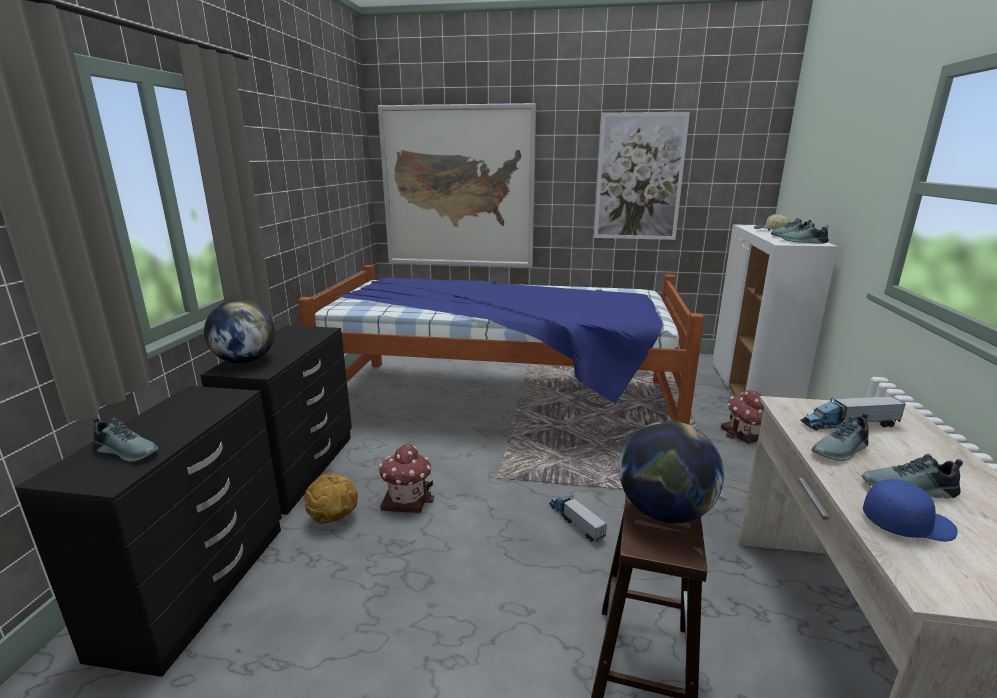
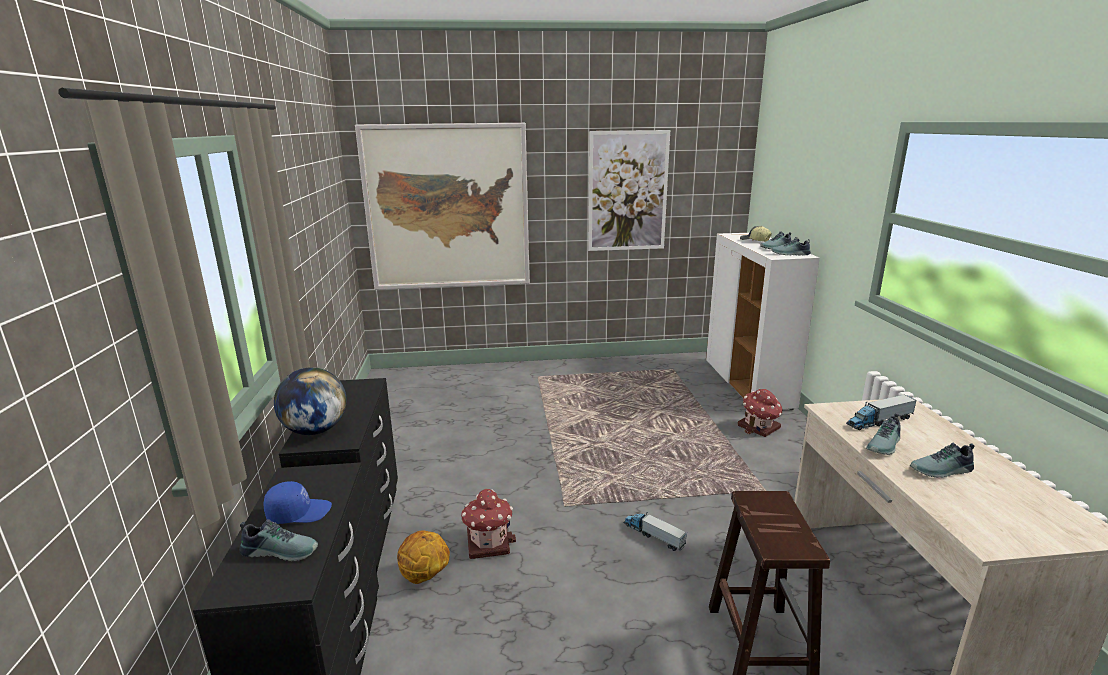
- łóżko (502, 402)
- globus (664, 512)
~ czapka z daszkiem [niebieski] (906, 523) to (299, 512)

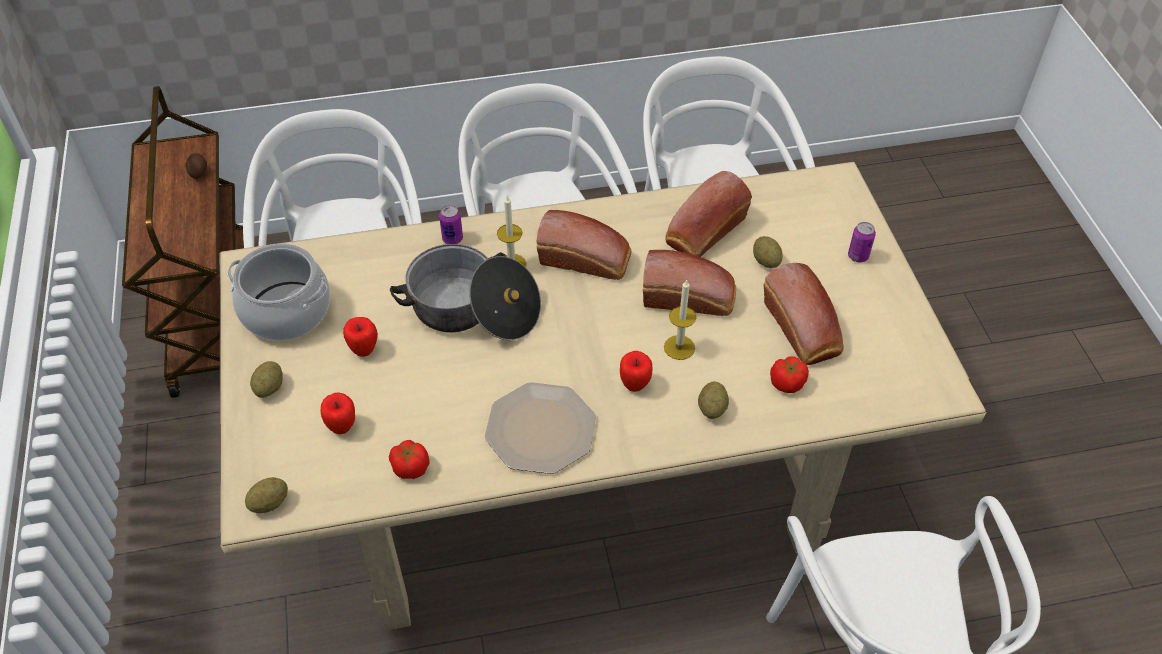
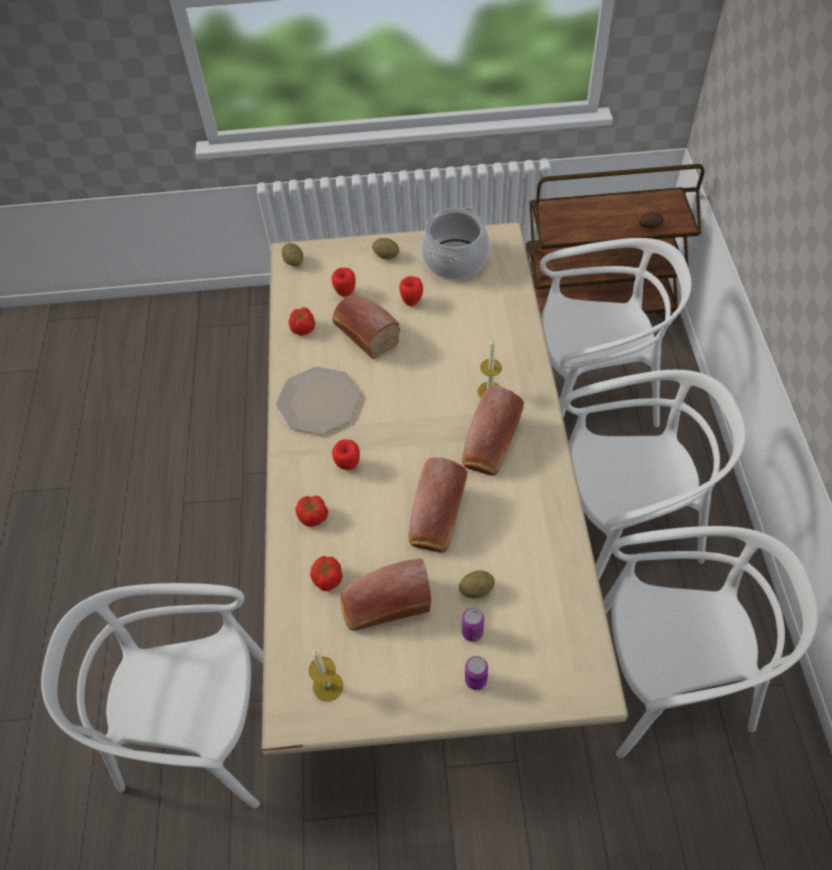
- garnek (472, 310)
~ puszka (452, 239) to (472, 632)
~ świeca (679, 347) to (328, 686)
~ chleb (704, 232) to (364, 332)
~ ziemniak (712, 408) to pomidor (313, 516)

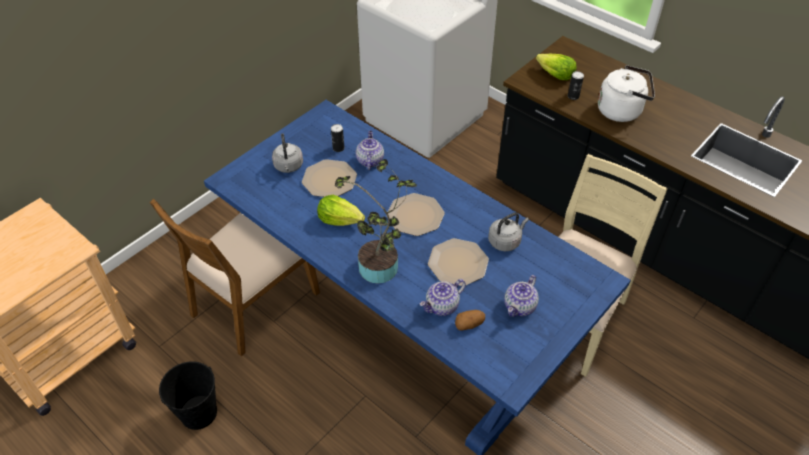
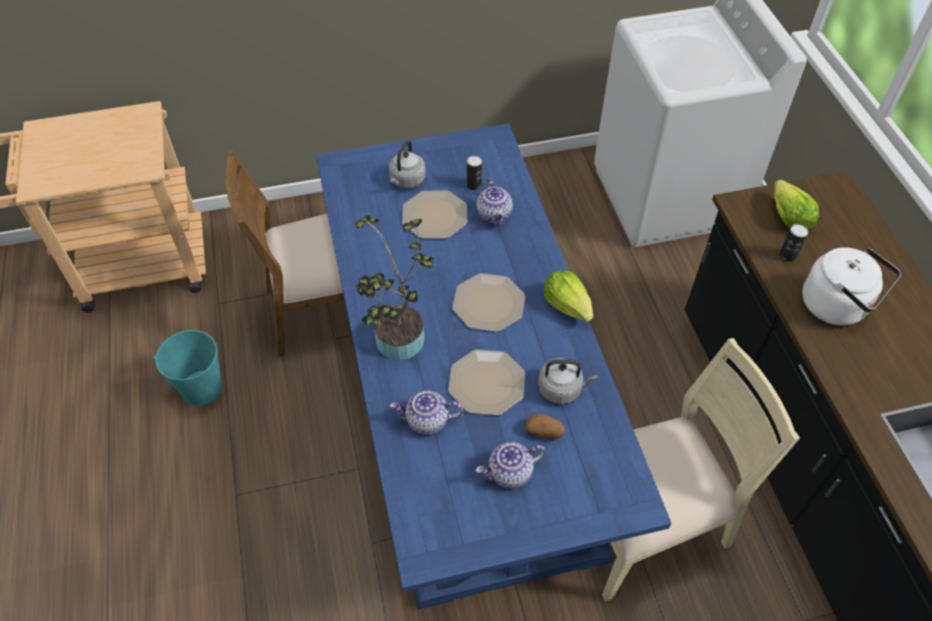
~ sałata (340, 220) to (568, 305)
~ ziemniak (469, 324) to (544, 432)
~ wiadro [czarny] (198, 413) to wiadro [turkusowy] (202, 388)
~ imbryk (369, 160) = (494, 215) 135 degrees clockwise

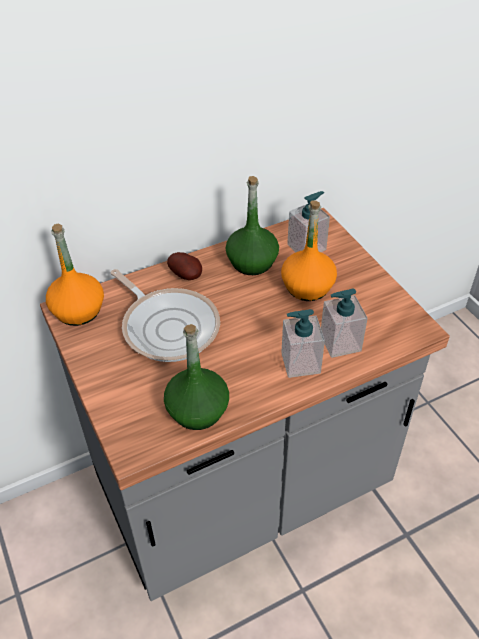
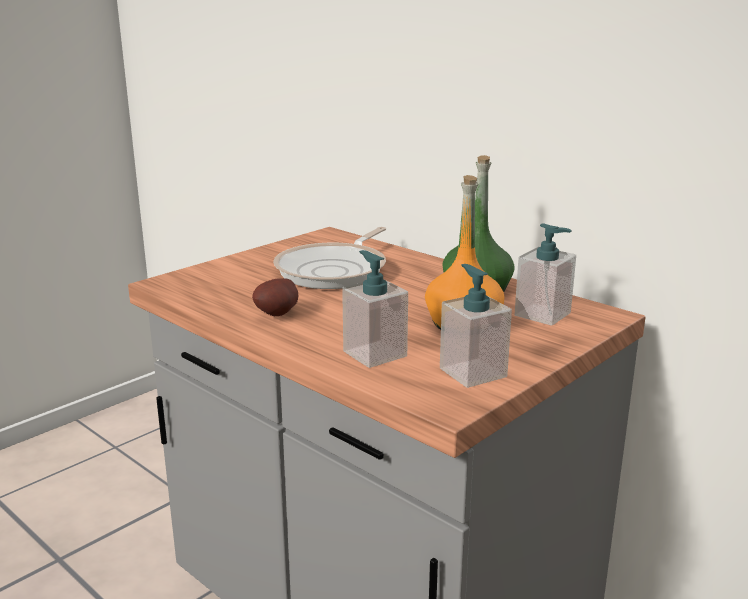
- butelka [pomarańczowy] (78, 311)
- butelka [zielony] (197, 410)
~ ziemniak (187, 276) to (279, 314)
~ dozownik mydła (300, 363) to (472, 372)

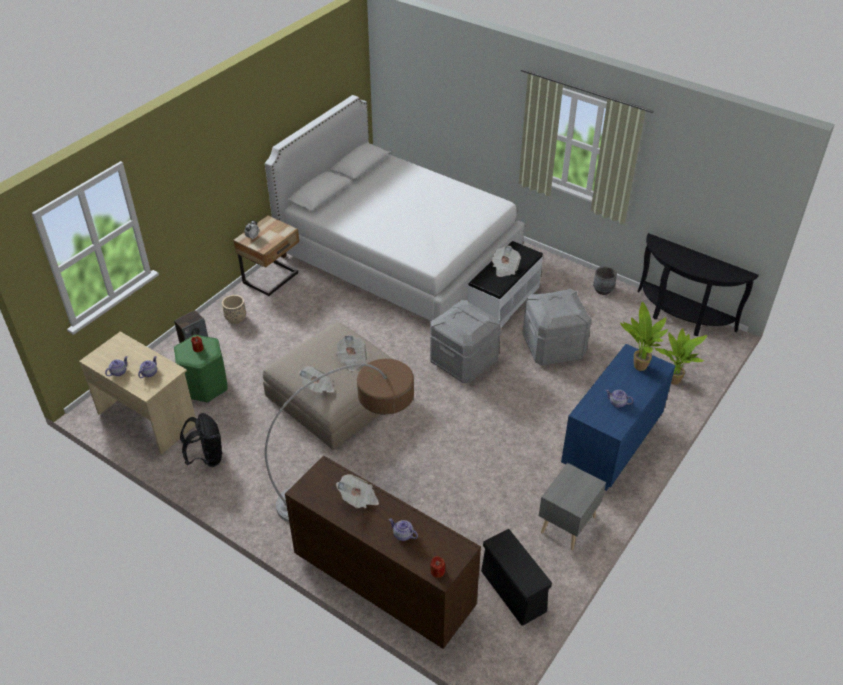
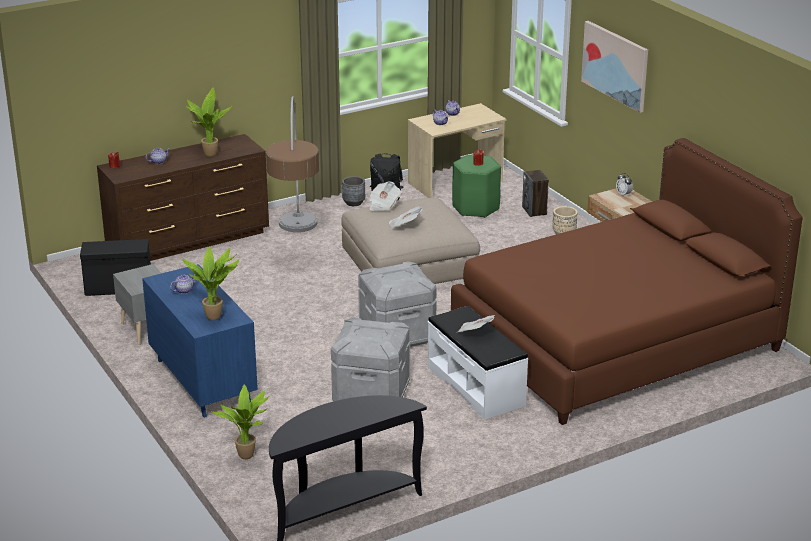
+ obraz (615, 65)
~ donica [szary] (603, 290) to (353, 203)
~ gazeta (358, 499) to roślina doniczkowa (208, 154)
~ łóżko [biały] (399, 256) to łóżko [brązowy] (615, 341)

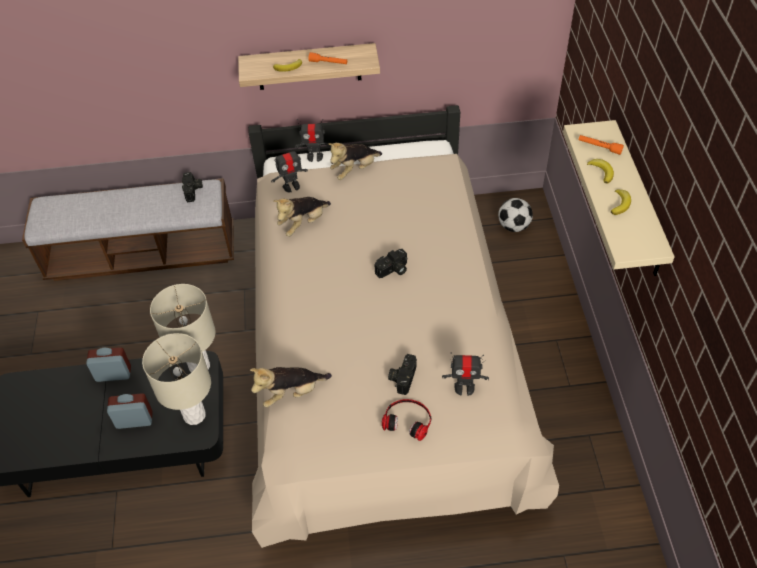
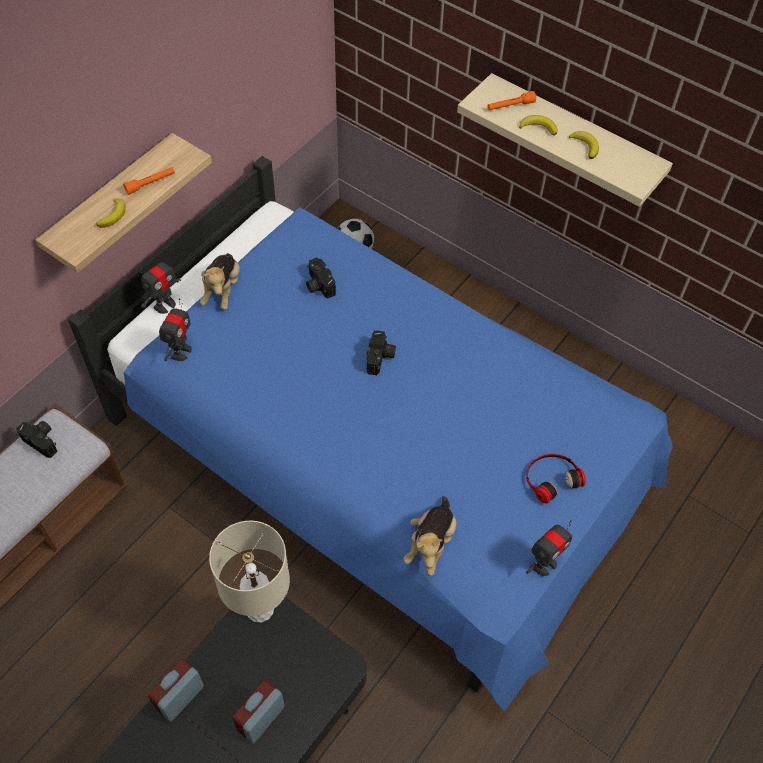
- lampa stołowa [beżowy] (194, 415)
- pluszak (303, 223)
~ aparat fotograficzny (402, 377) to (318, 285)
~ robot zabawkowy (464, 388) to (544, 564)
~ łóżko [beżowy] (381, 358) to łóżko [niebieski] (378, 462)

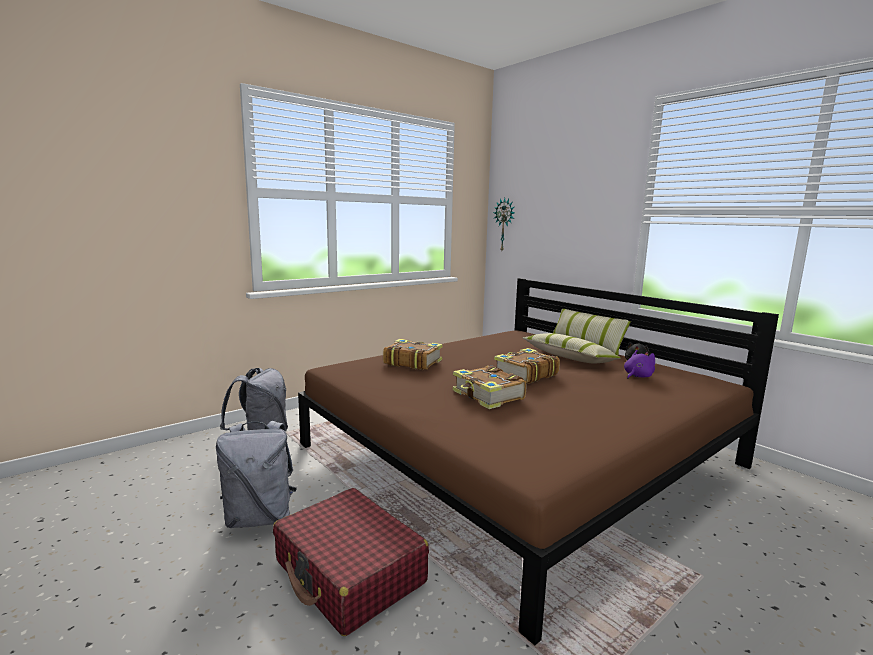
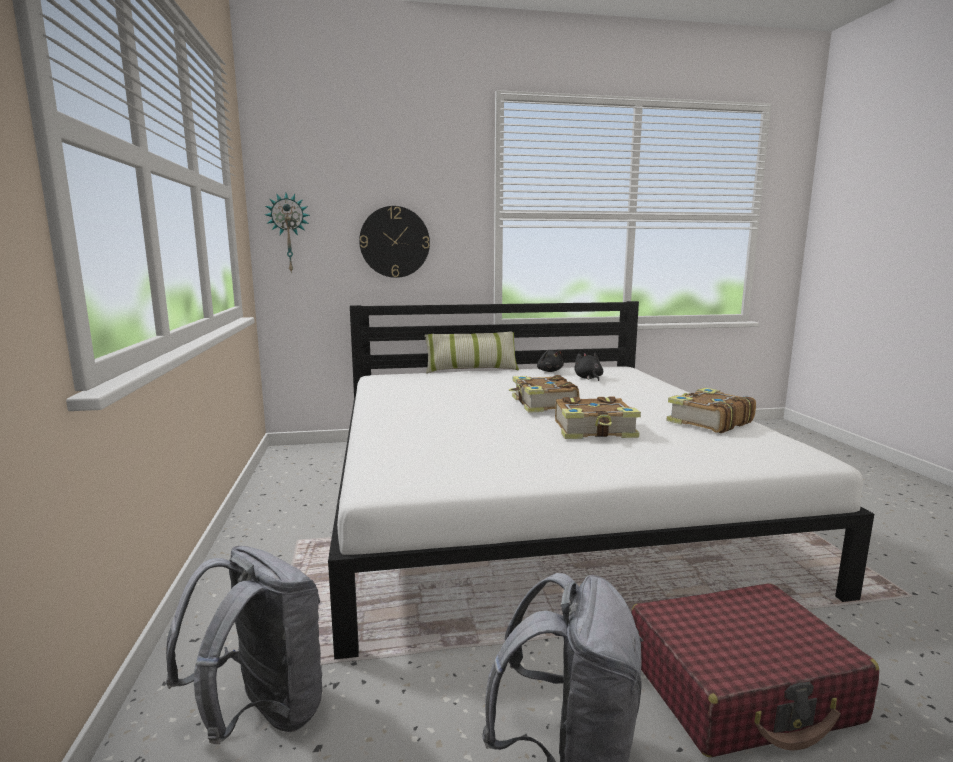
- poduszka (569, 358)
+ zegar ścienny (394, 242)
~ książka (412, 362) to (708, 422)
~ łóżko [brązowy] (520, 455) to łóżko [biały] (538, 503)
~ pluszak [fioletowy] (637, 376) to pluszak [czarny] (588, 378)

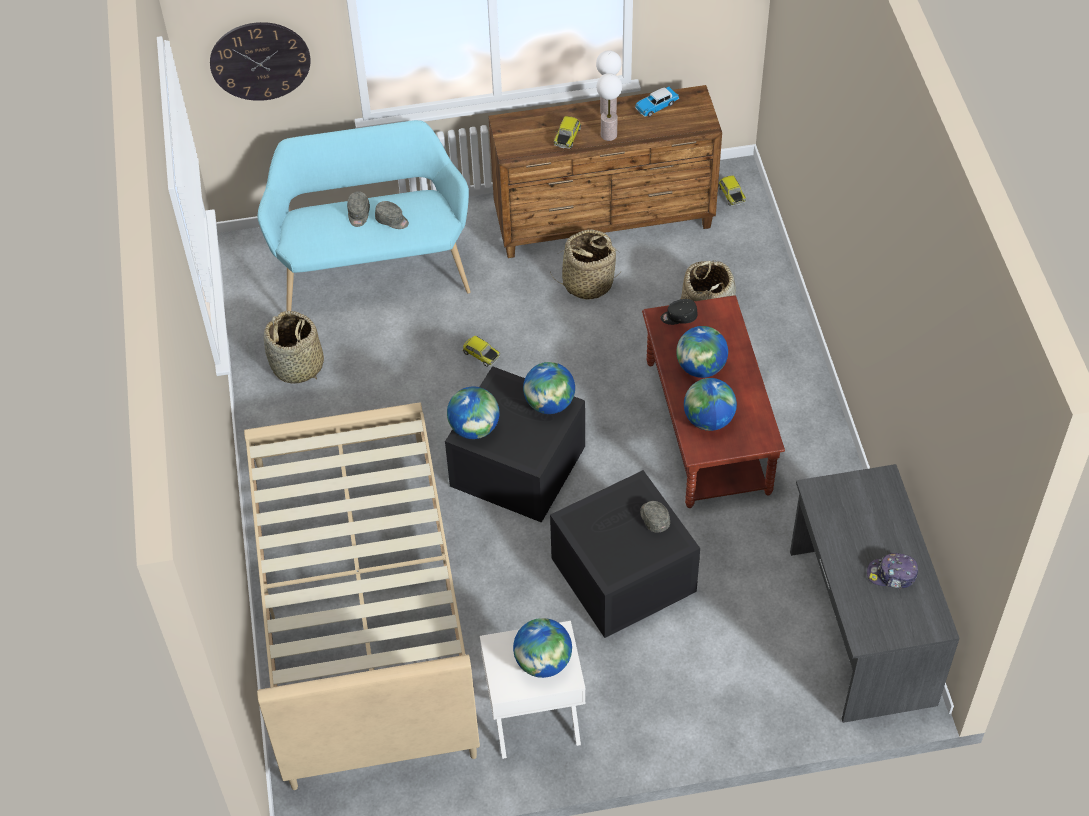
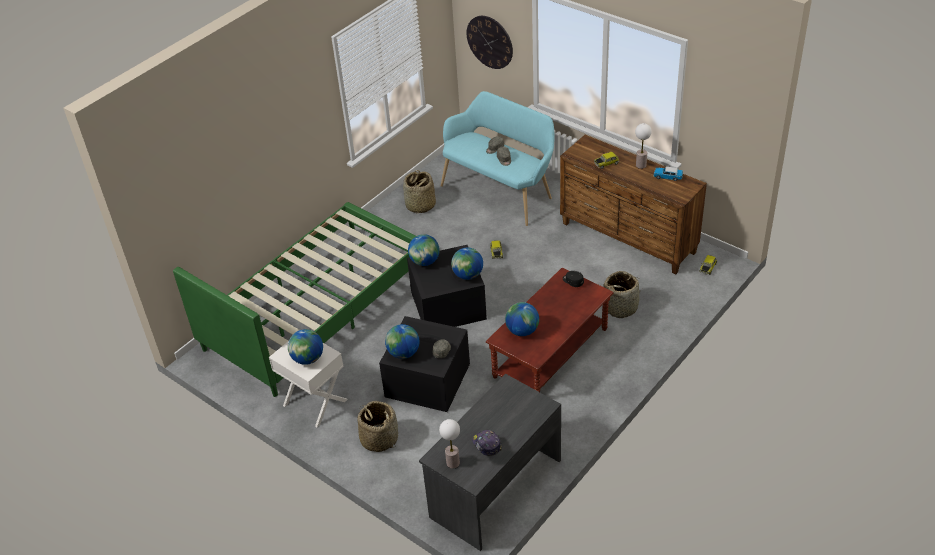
~ koszyk (587, 282) to (379, 438)
~ lampa stołowa (608, 135) to (452, 463)
~ globus (701, 368) to (403, 353)
~ łóżko [beżowy] (361, 606) to łóżko [zielony] (316, 308)

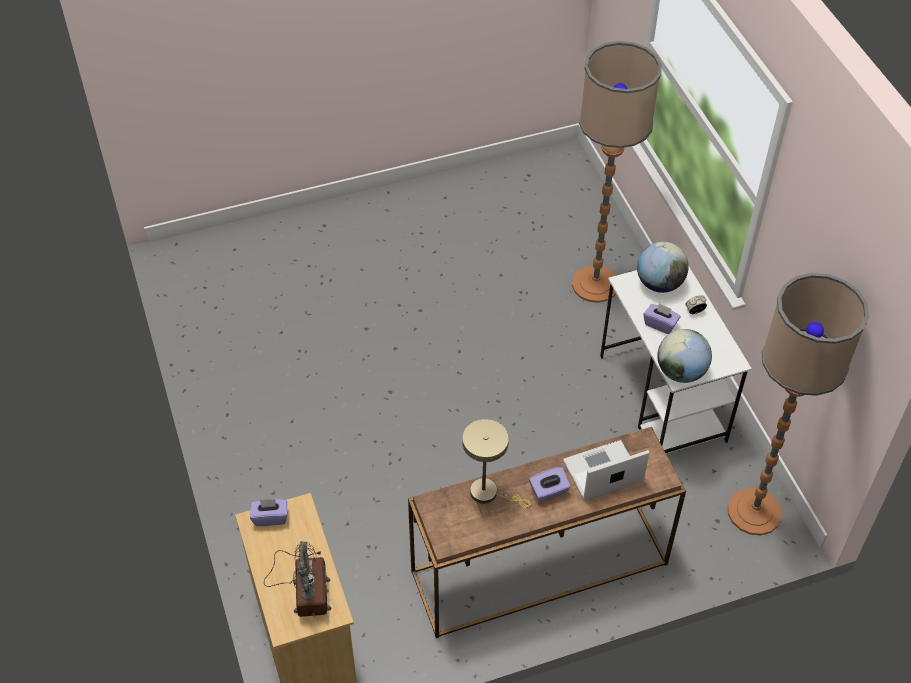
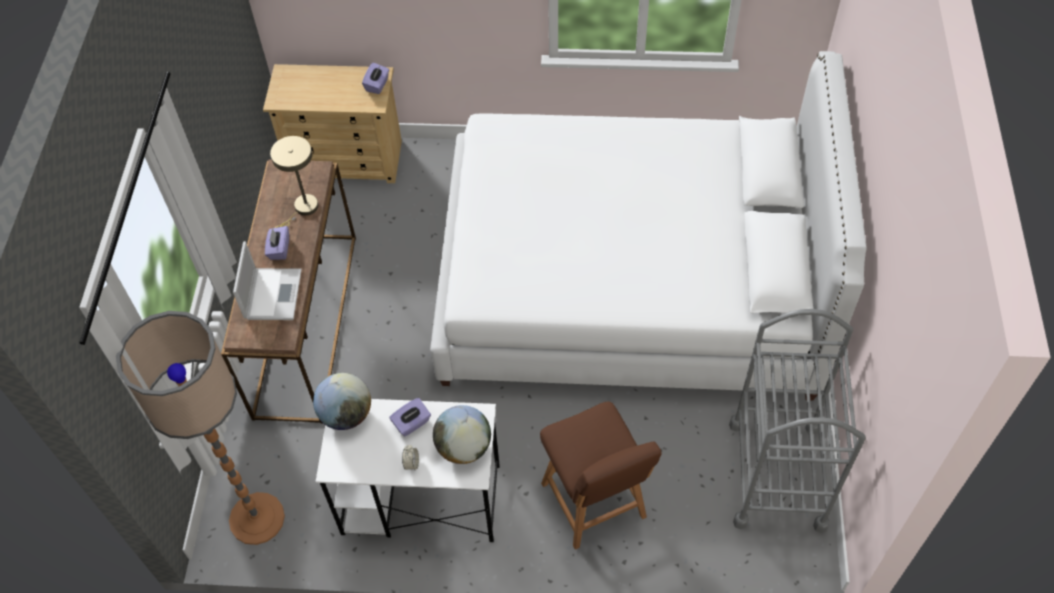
- lampa stołowa (306, 589)
+ łóżko [biały] (628, 283)
+ wózek [szary] (777, 474)
~ lampa stojąca (595, 284) to krzesło [brązowy] (595, 503)

